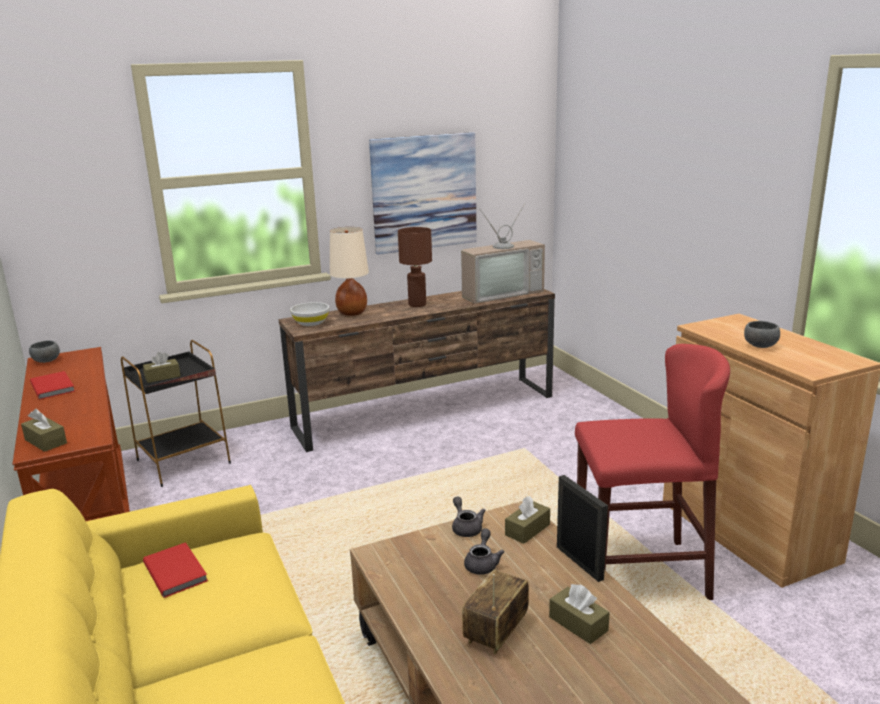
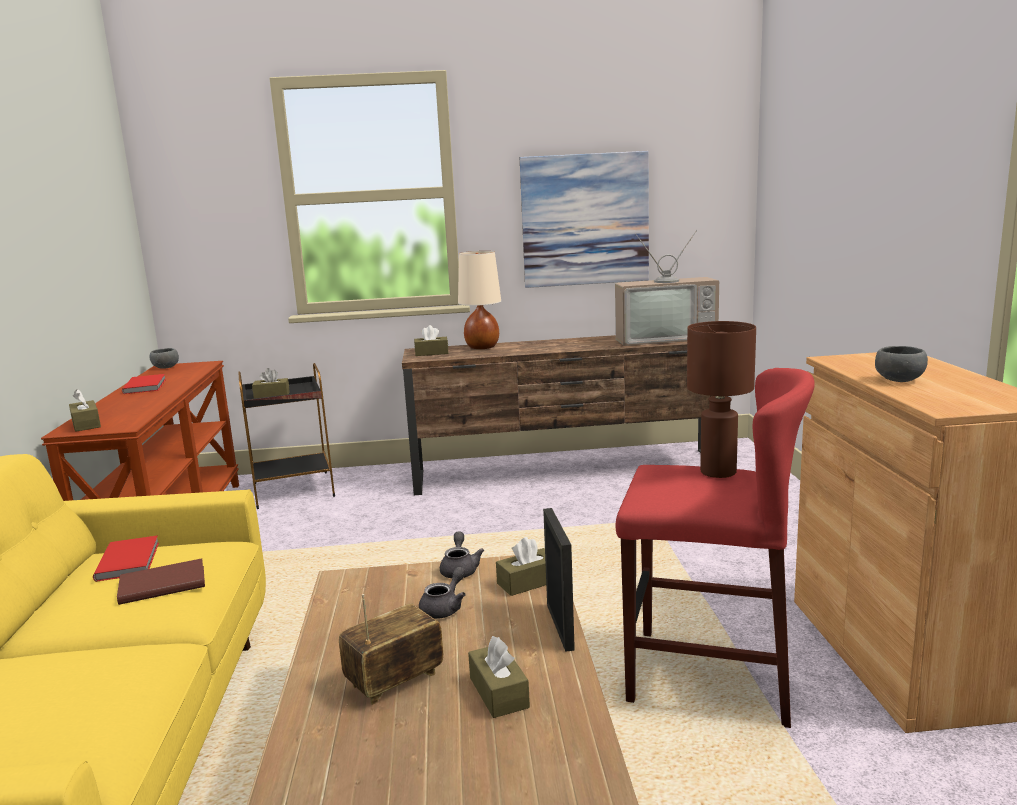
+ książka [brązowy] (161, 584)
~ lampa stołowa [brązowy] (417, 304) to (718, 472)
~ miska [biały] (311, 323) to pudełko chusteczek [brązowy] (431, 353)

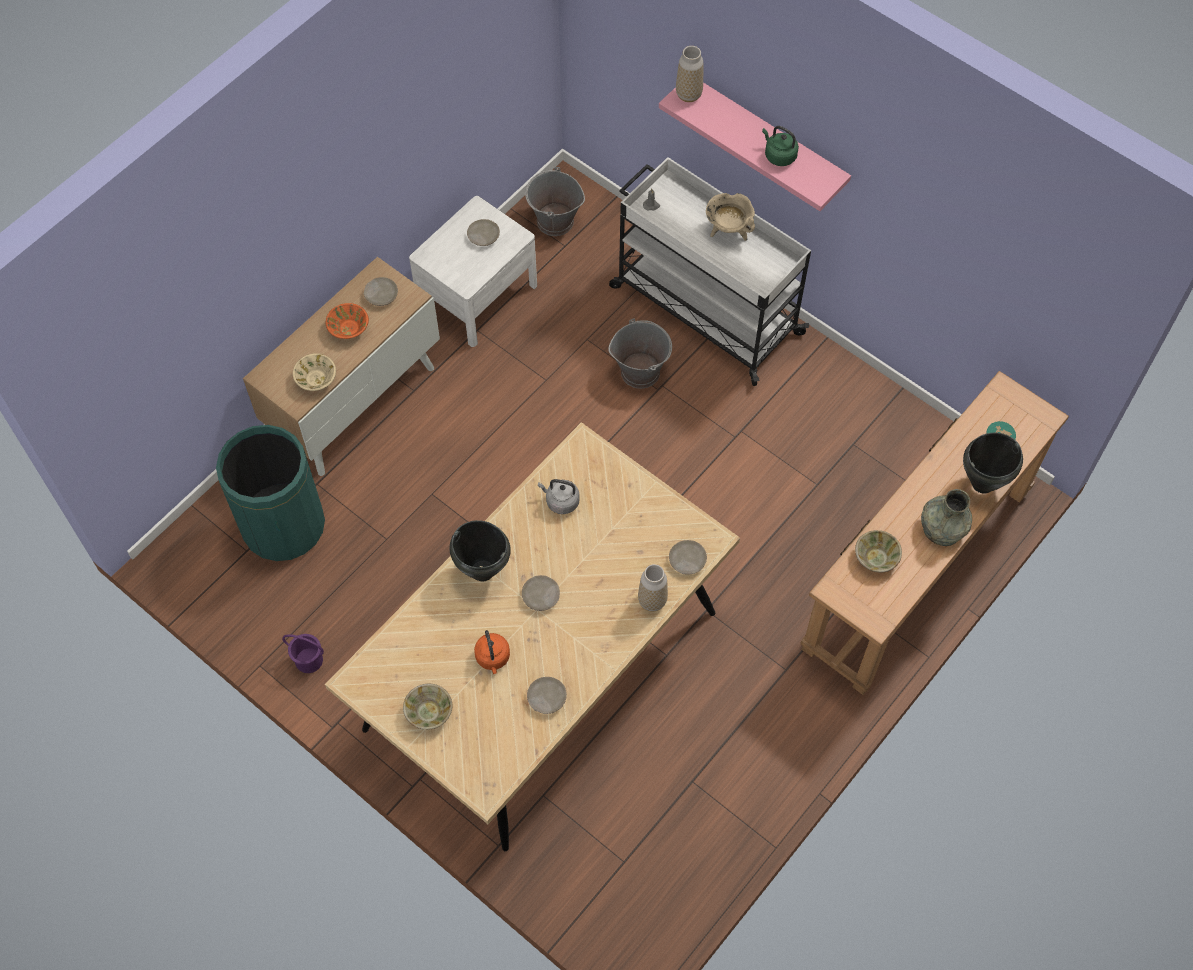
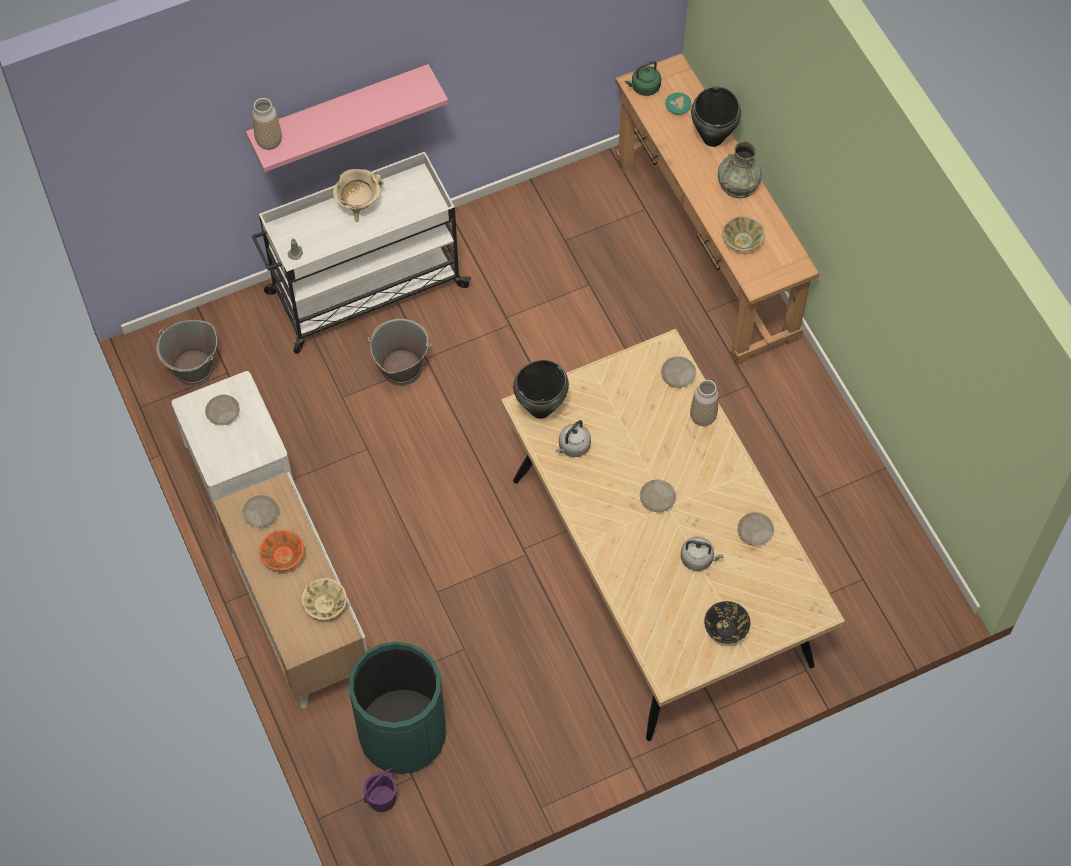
~ wiadro [fioletowy] (309, 659) to (381, 798)
~ garnek [czarny] (482, 570) to (540, 409)
~ czajnik [zielony] (778, 155) to (644, 87)
~ miska [beżowy] (429, 712) to miska [czarny] (726, 628)
~ czajnik [pomarańczowy] (493, 658) to czajnik [szary] (698, 559)

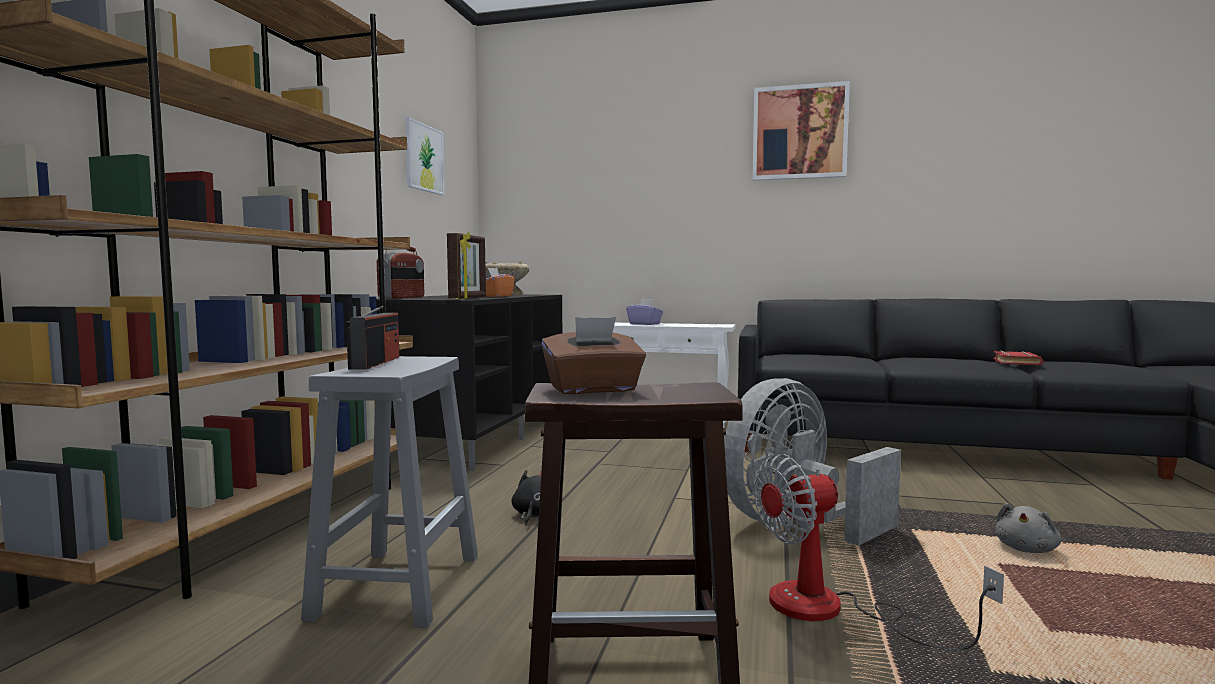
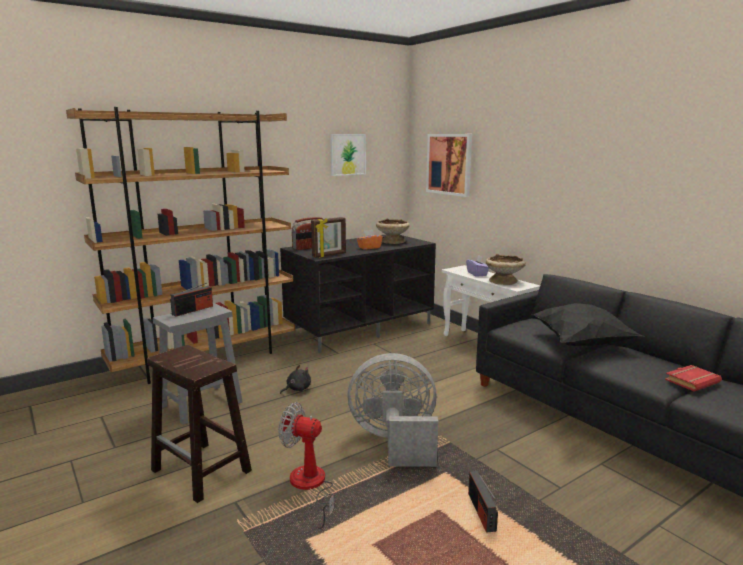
- pudełko chusteczek [brązowy] (593, 389)
+ miska [beżowy] (504, 281)
+ poduszka [czarny] (582, 344)
~ obraz (799, 133) to (449, 164)
~ pluszak [szary] (1026, 549) to radio (481, 513)

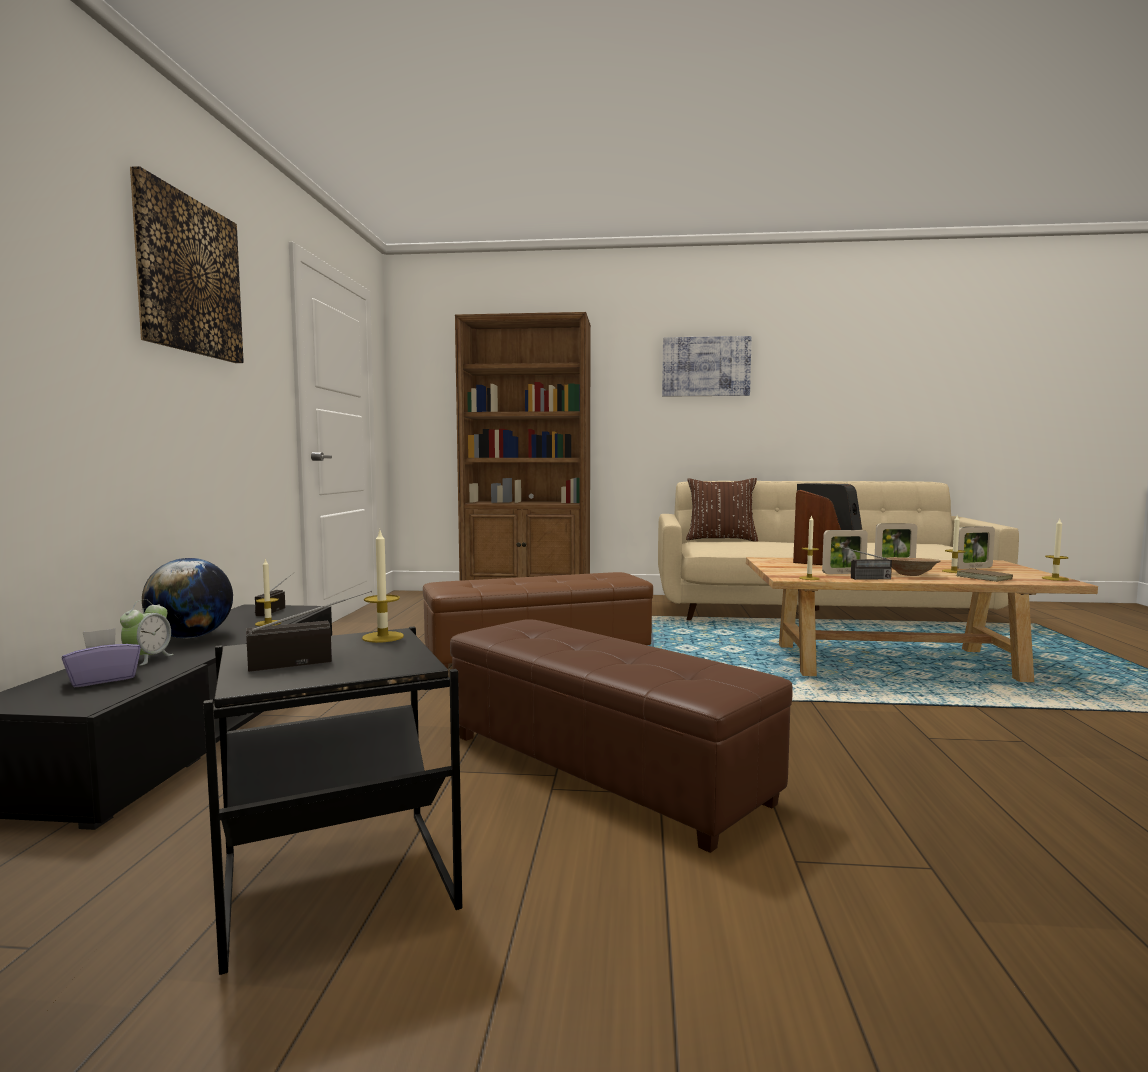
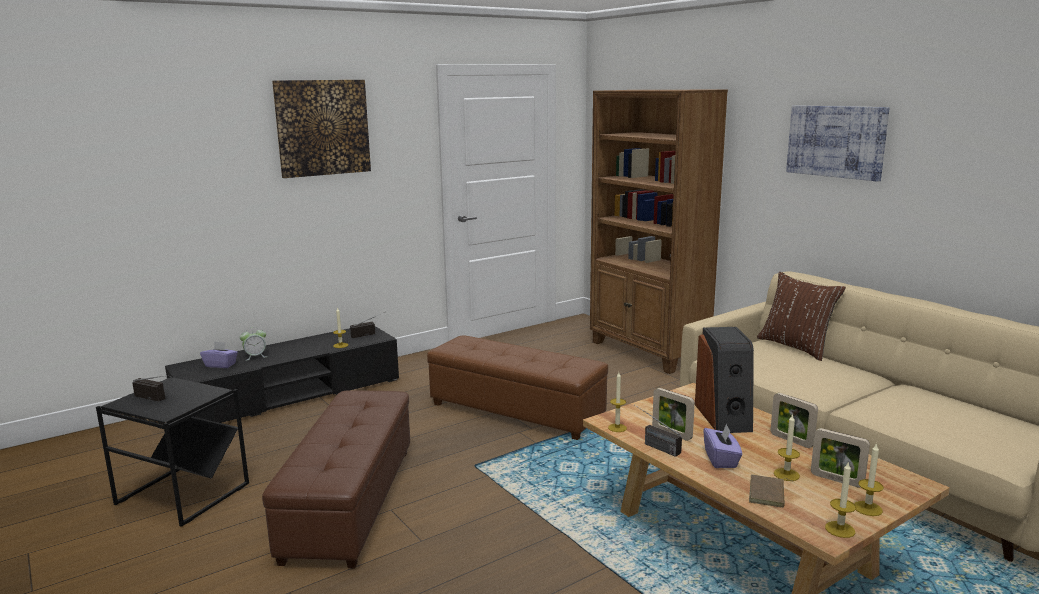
- globus (191, 637)
~ świeca (383, 637) to (867, 508)
~ miska [brązowy] (910, 574) to pudełko chusteczek [fioletowy] (721, 459)

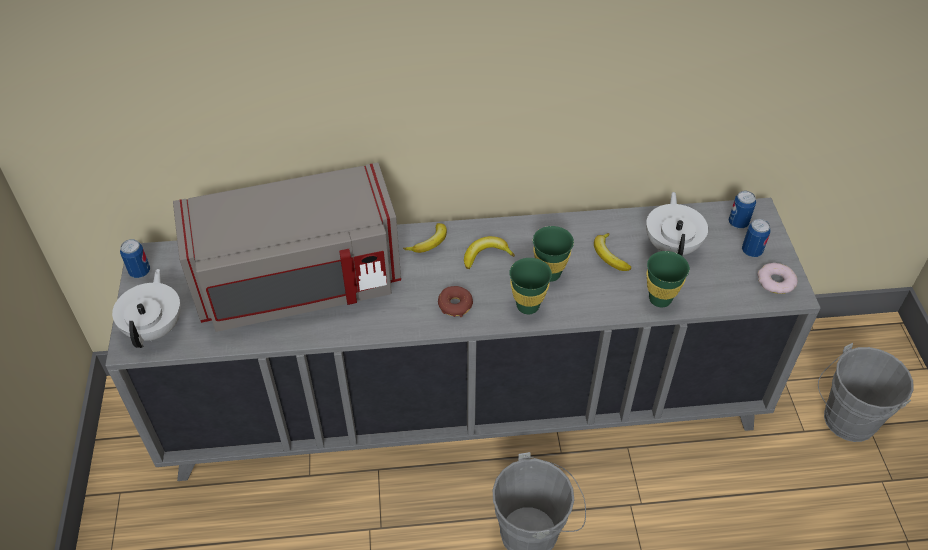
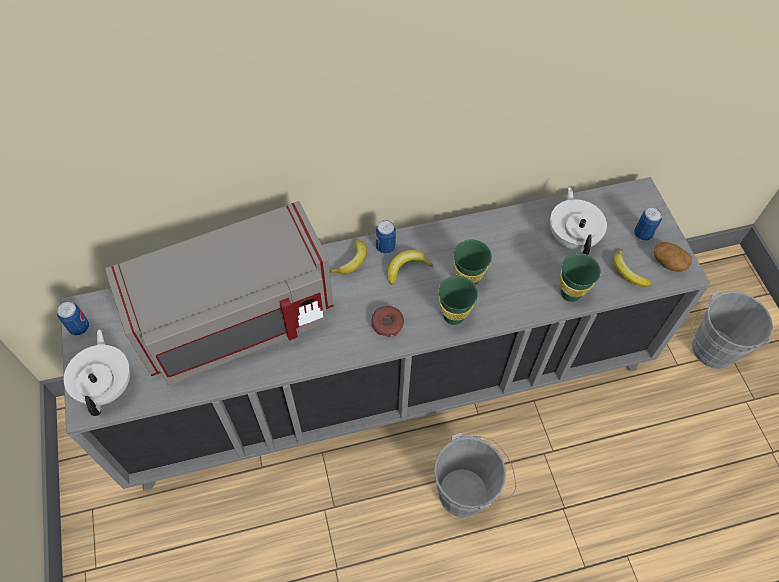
~ banan (609, 256) to (627, 272)
~ puszka (738, 223) to (385, 247)
~ donut (776, 281) to ziemniak (668, 262)

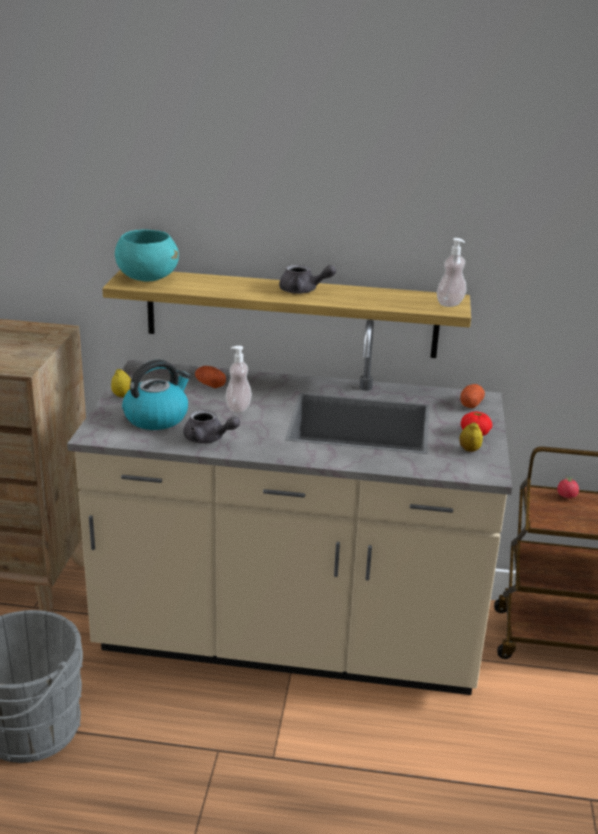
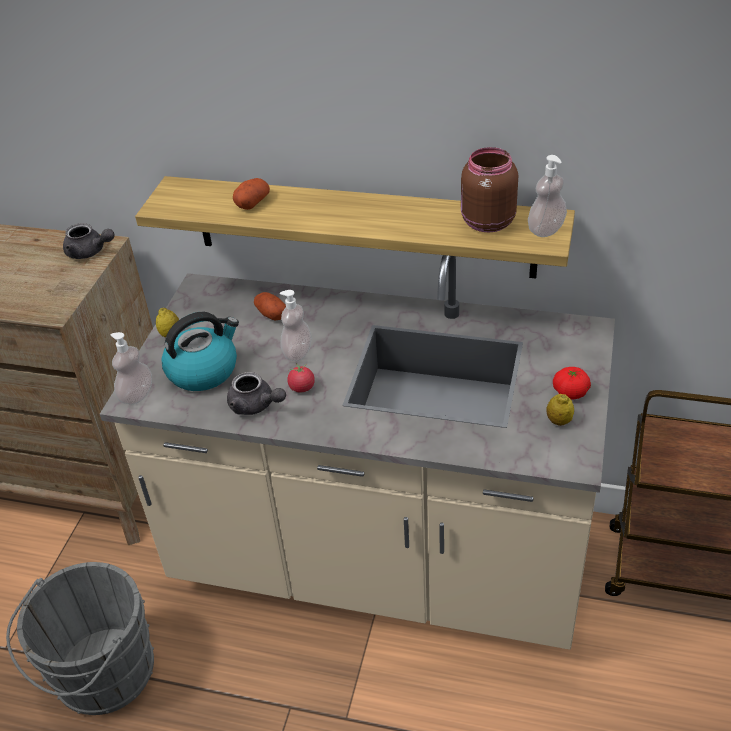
- miska [turkusowy] (147, 278)
+ dozownik mydła (137, 395)
+ słoik [brązowy] (486, 222)
~ imbryk [szary] (303, 291) to (89, 252)
~ ziemniak (471, 404) to (252, 203)
~ pomidor (566, 496) to (302, 387)

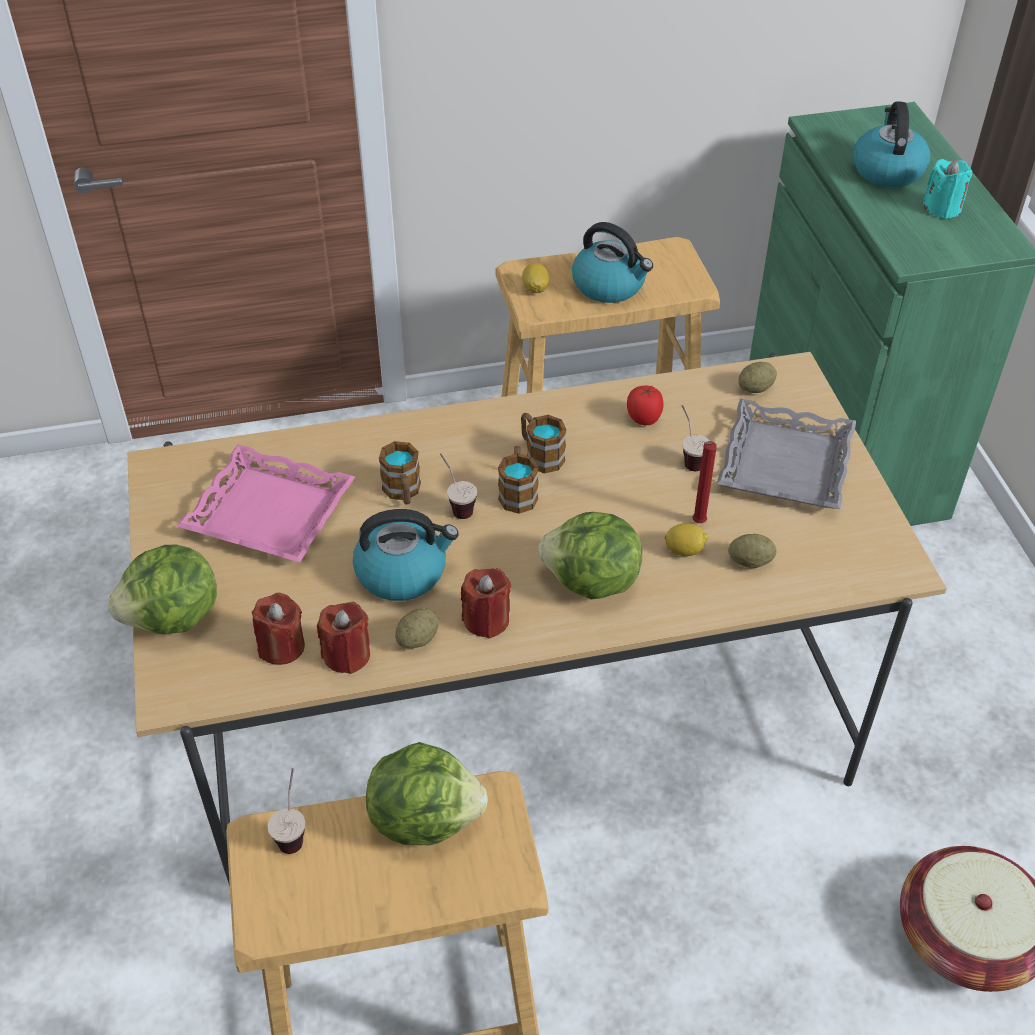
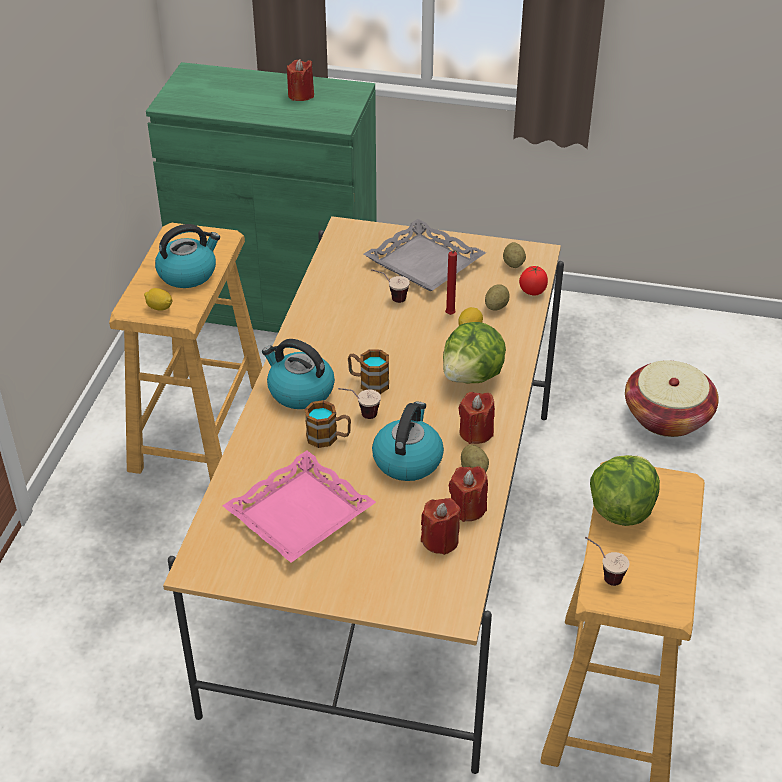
- sałata (174, 618)
- kubek (540, 455)
~ pomidor (643, 419) to (532, 292)
~ ziemniak (755, 388) to (513, 264)
~ czajnik (887, 170) to (299, 391)
~ świeca [turkusowy] (942, 208) to świeca [czerwony] (301, 95)

